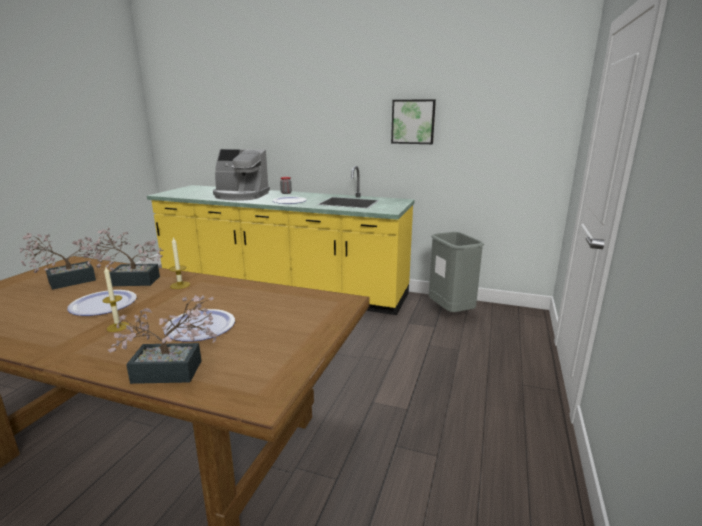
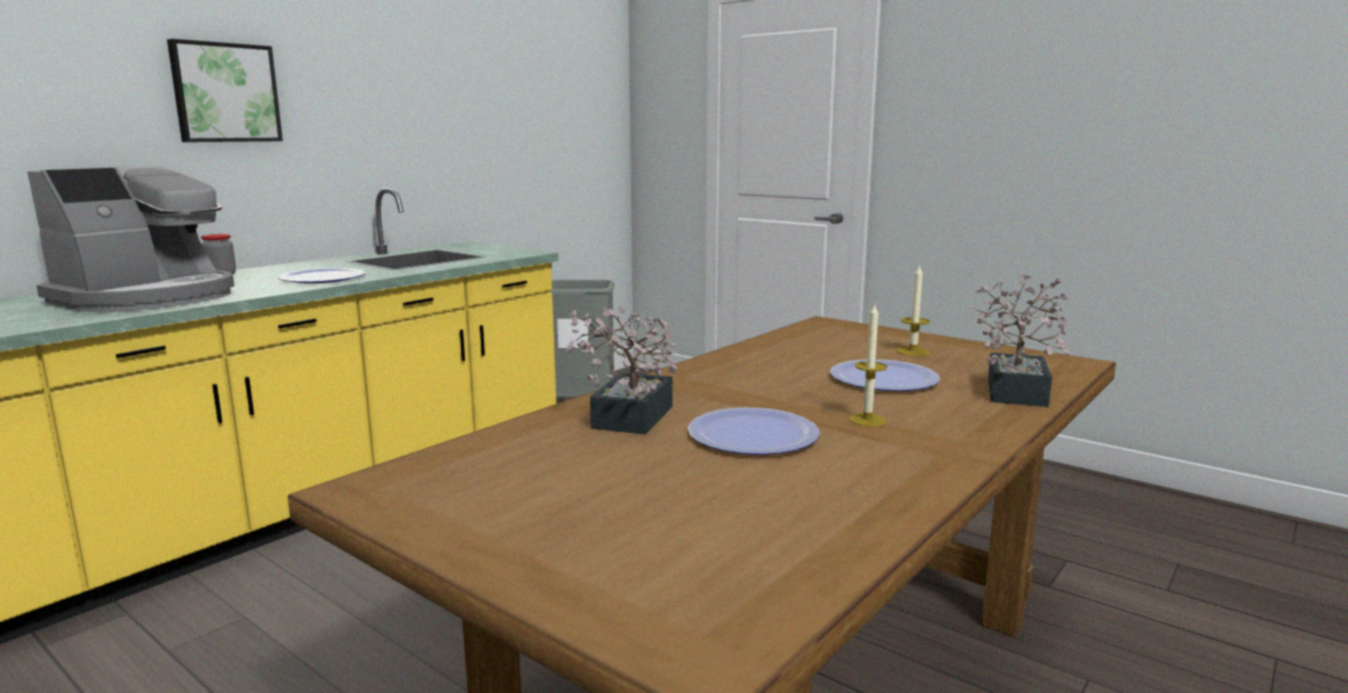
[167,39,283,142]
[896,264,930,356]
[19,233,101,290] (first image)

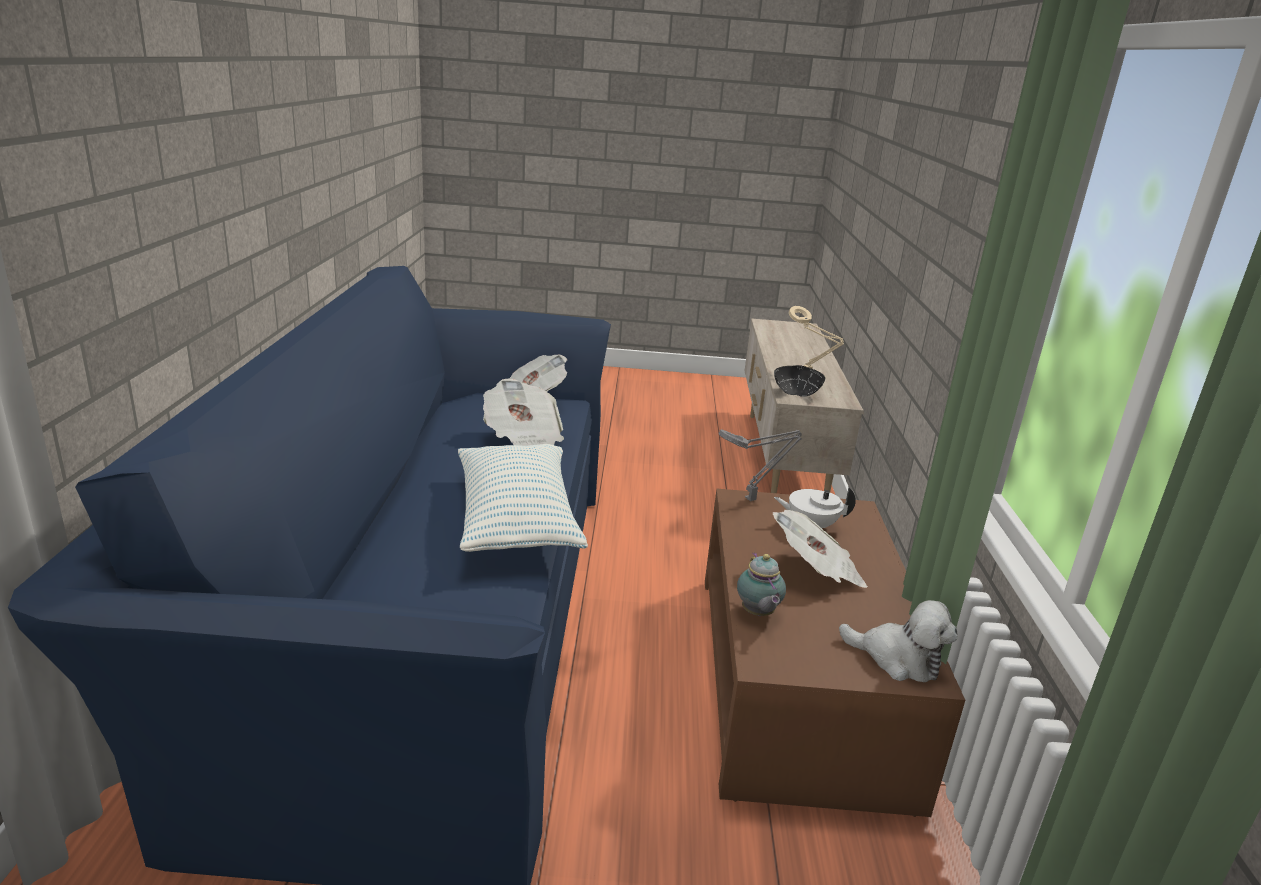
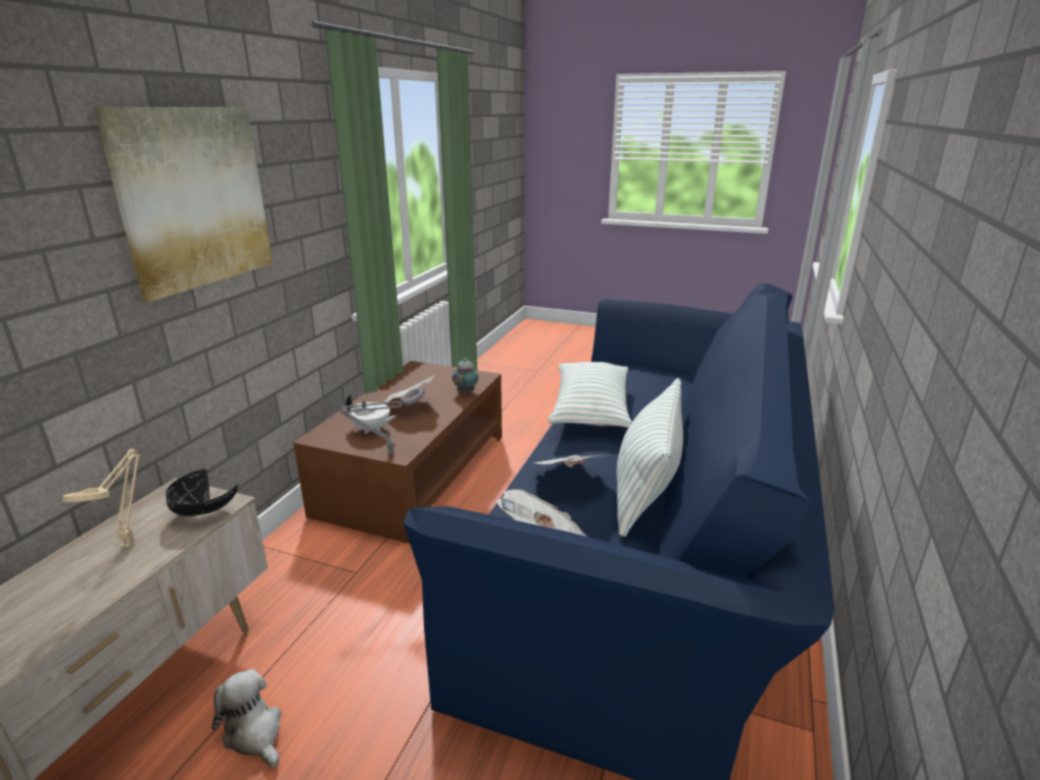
[94,107,273,302]
[212,669,281,767]
[617,378,683,537]

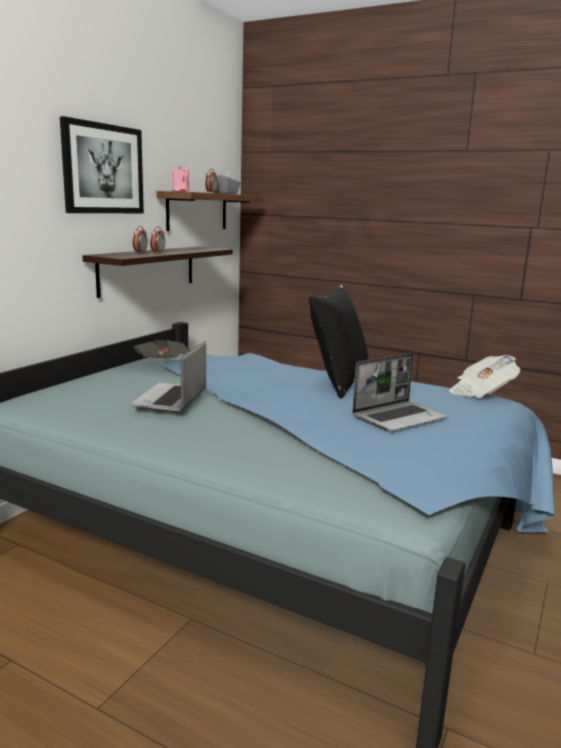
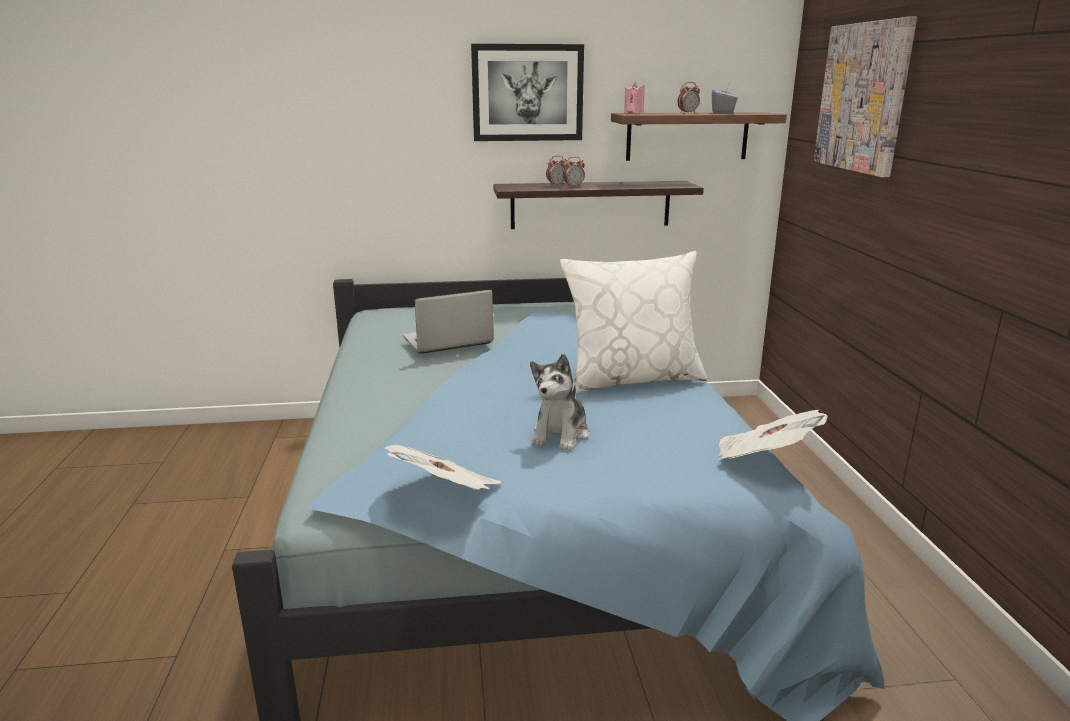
[384,445,501,490]
[530,354,589,451]
[560,251,707,394]
[813,17,917,177]

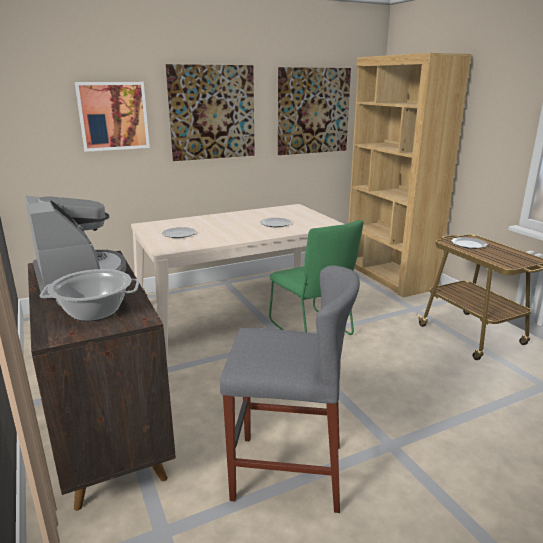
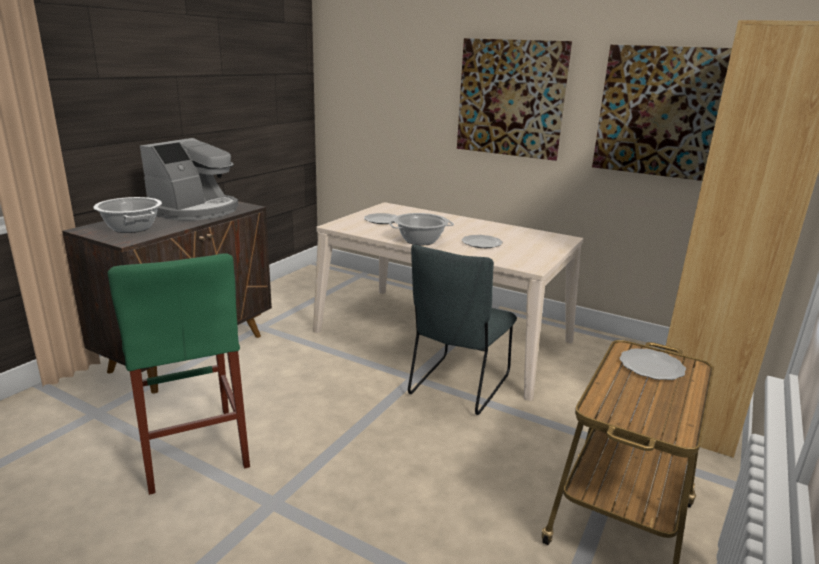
[108,253,250,495]
[388,213,454,245]
[408,245,517,415]
[75,82,150,152] (first image)

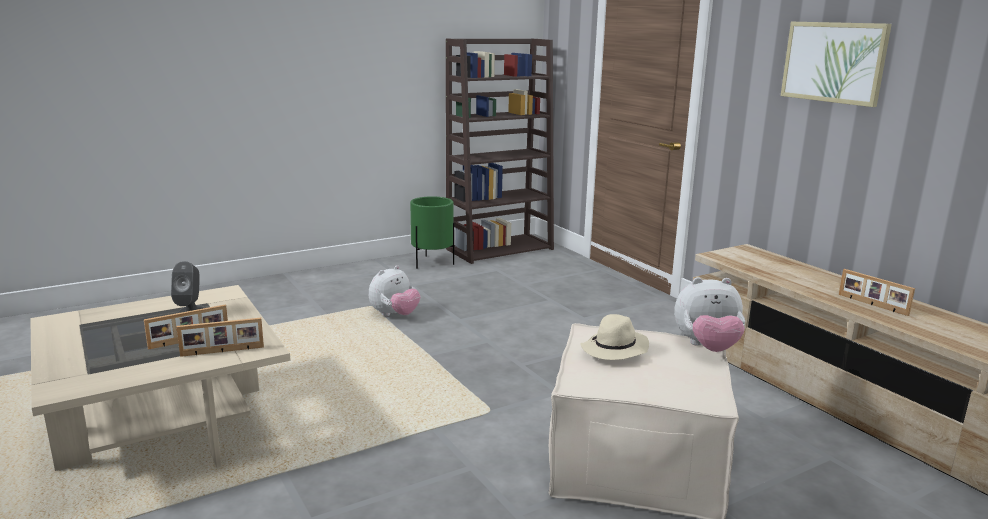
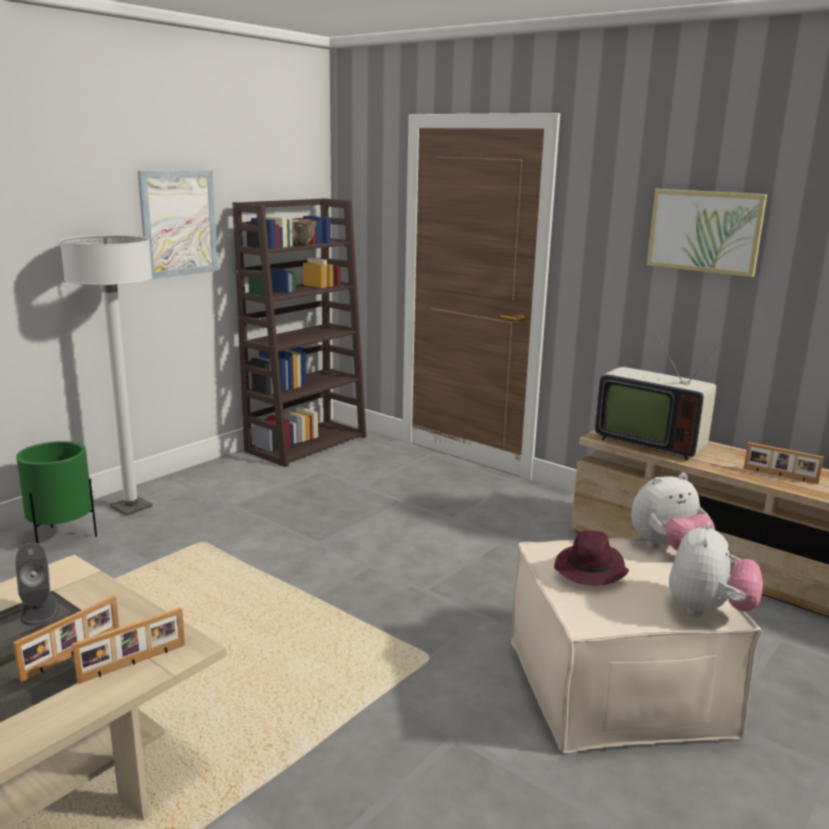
[16,441,97,544]
[60,235,153,516]
[138,170,218,279]
[292,219,316,245]
[554,530,629,586]
[595,331,724,461]
[669,521,763,617]

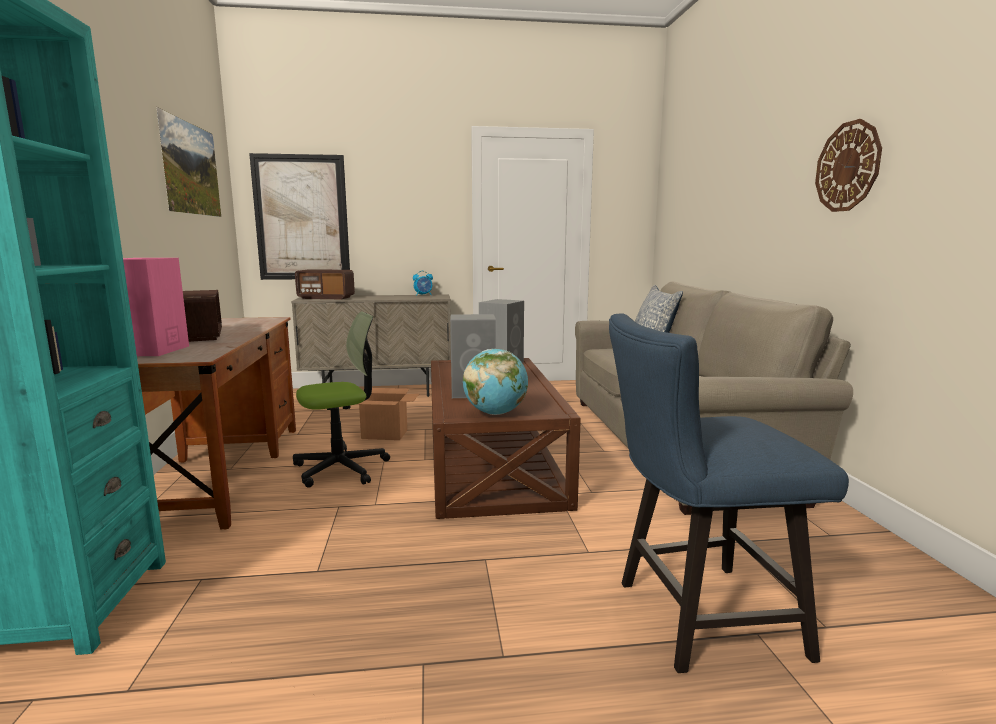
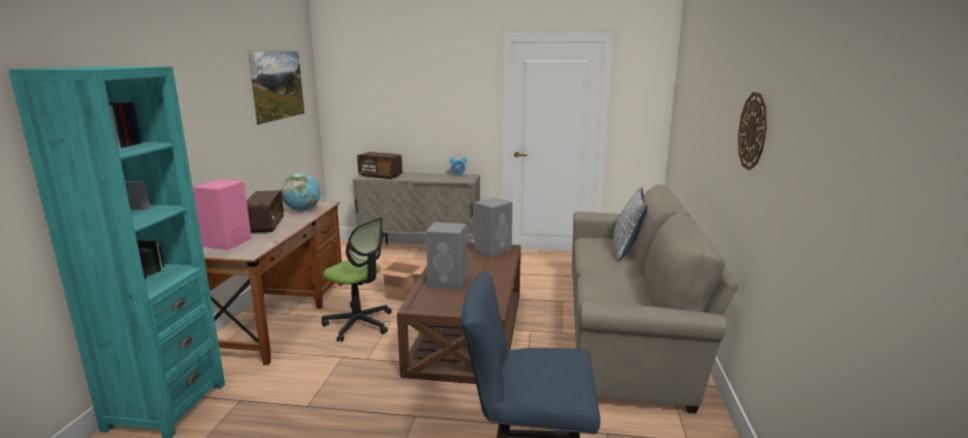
[281,173,321,211]
[322,217,392,342]
[249,153,350,280] (first image)

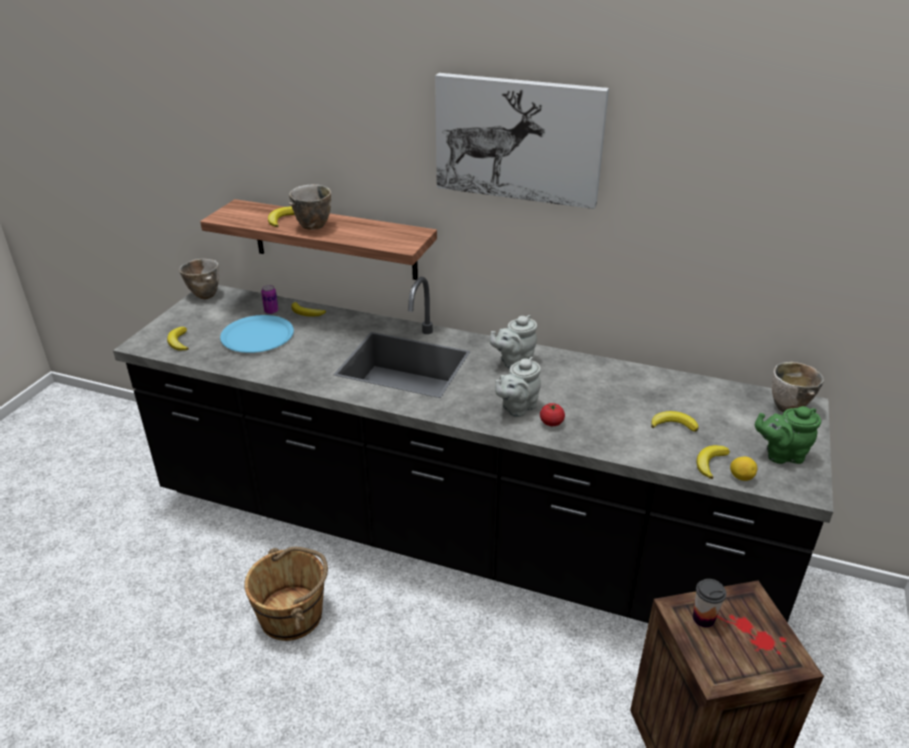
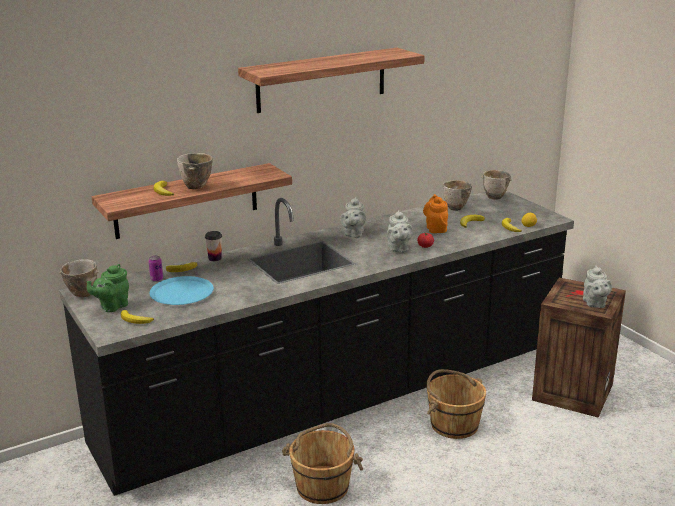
[87,264,129,312]
[205,231,222,261]
[238,48,425,113]
[423,194,448,233]
[426,369,486,439]
[443,180,472,211]
[583,265,612,308]

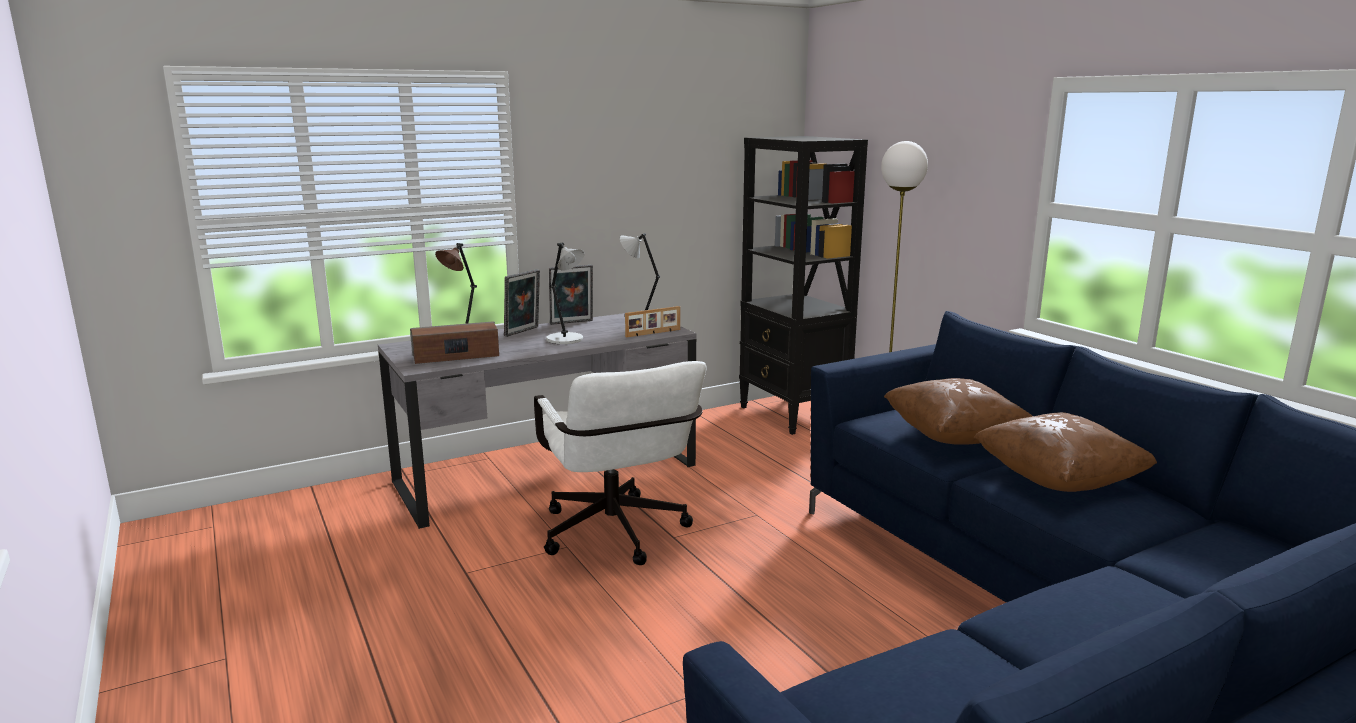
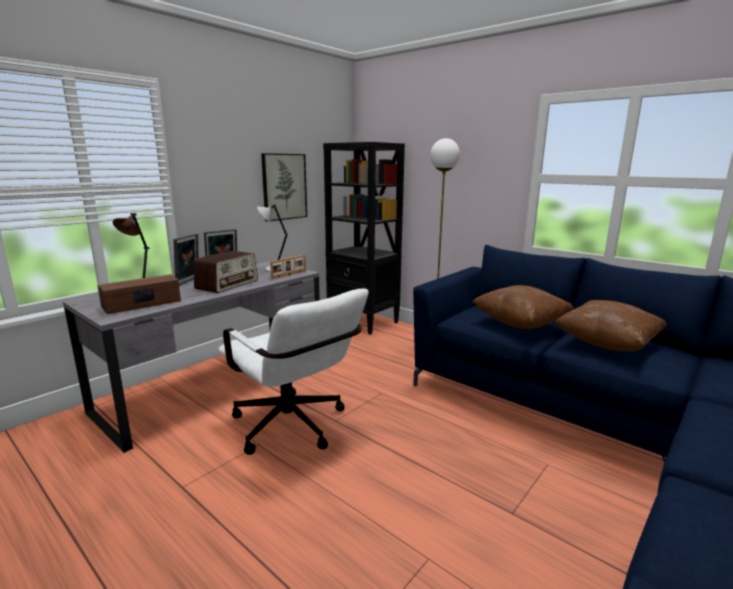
[194,251,258,293]
[261,153,307,221]

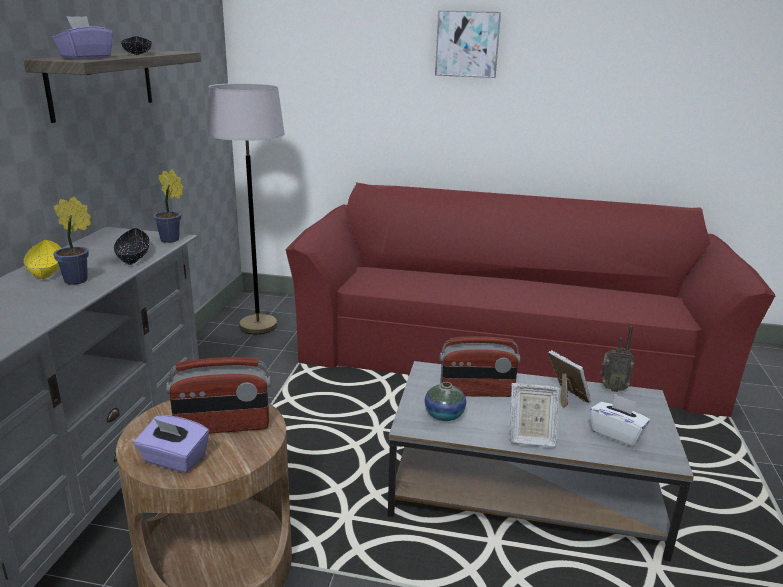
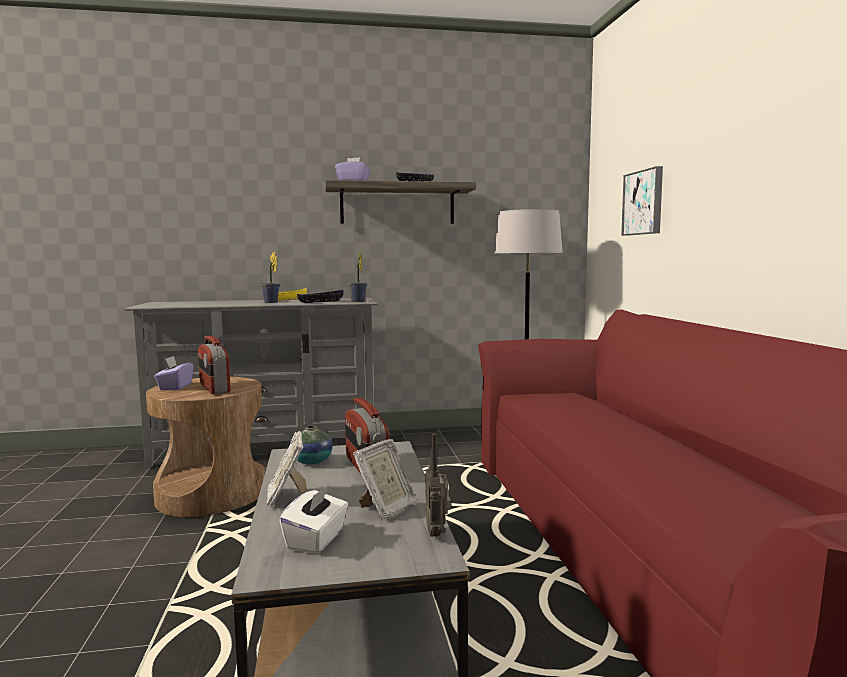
[621,166,663,236]

